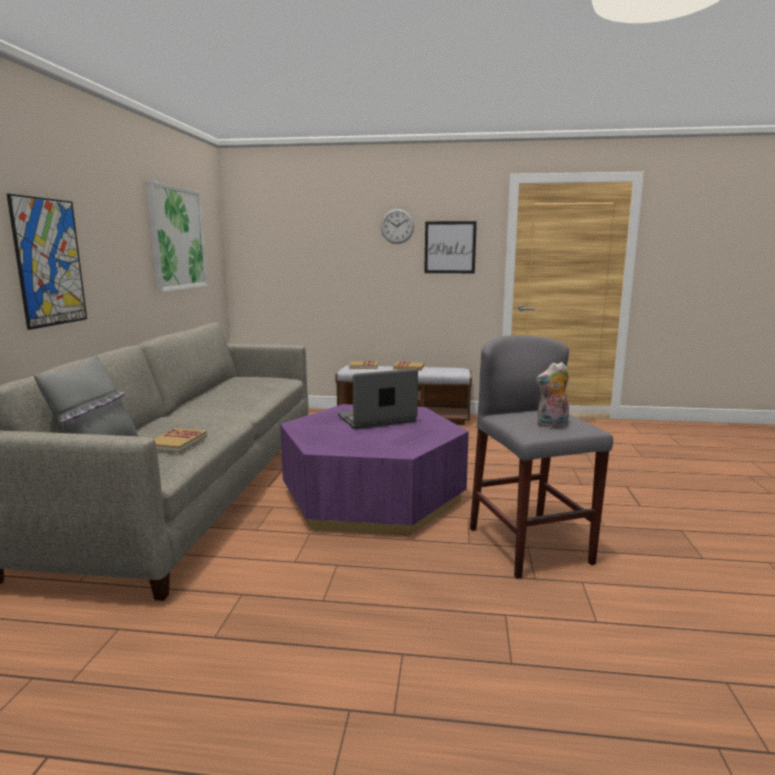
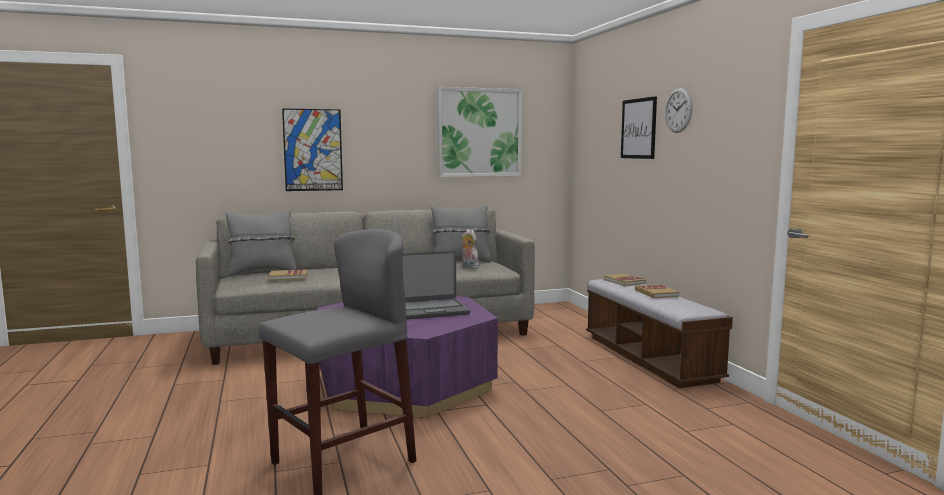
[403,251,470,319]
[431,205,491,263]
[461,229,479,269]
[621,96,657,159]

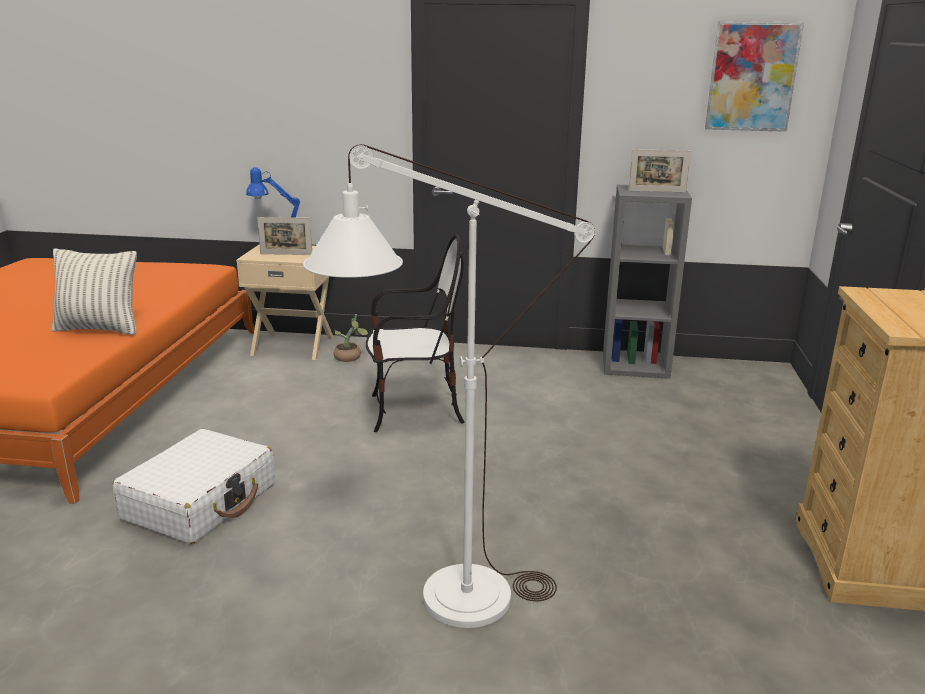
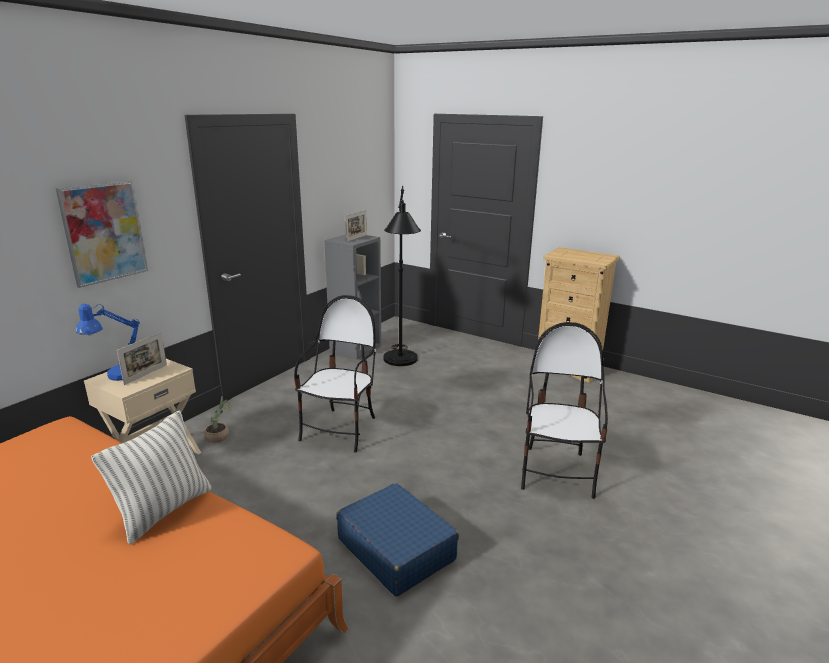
[56,180,148,288]
[337,483,459,597]
[383,186,421,366]
[521,322,608,499]

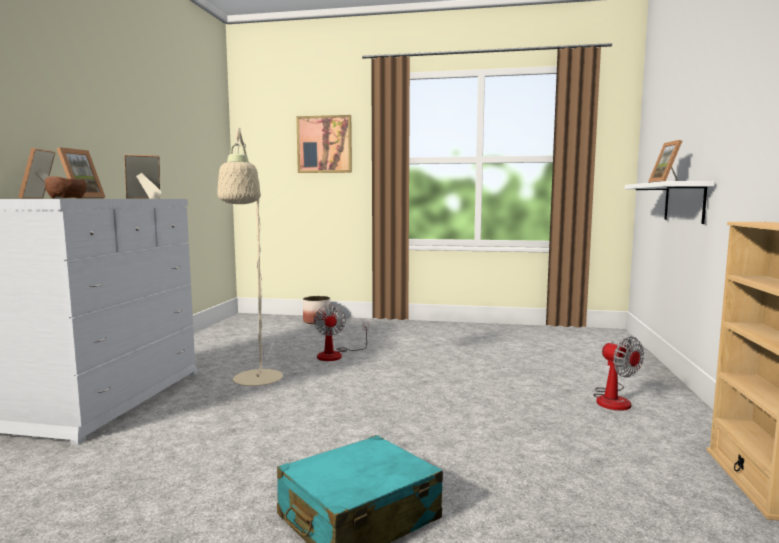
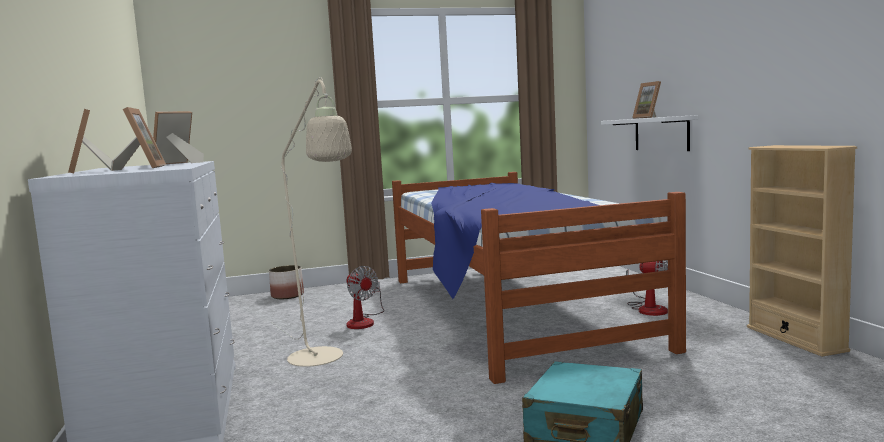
[392,172,686,384]
[45,176,87,198] (first image)
[296,115,352,173] (first image)

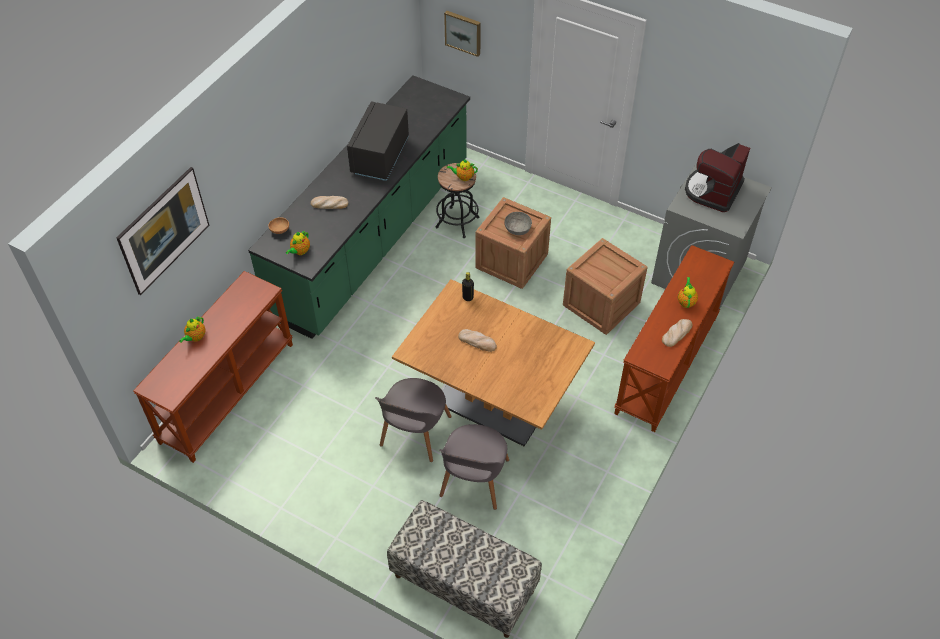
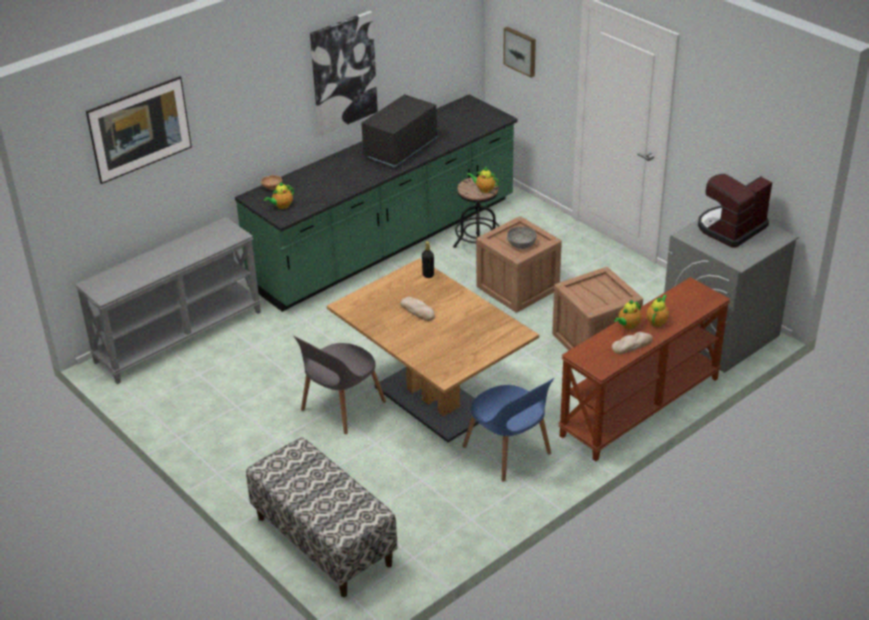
[75,217,261,384]
[310,11,378,136]
[462,378,554,482]
[614,300,641,329]
[311,196,348,209] (first image)
[439,424,509,510] (first image)

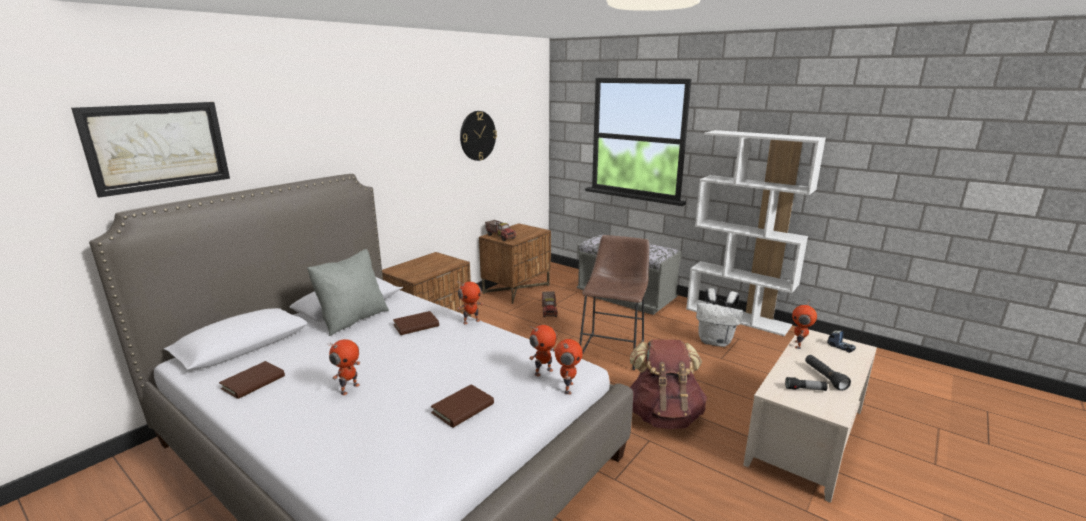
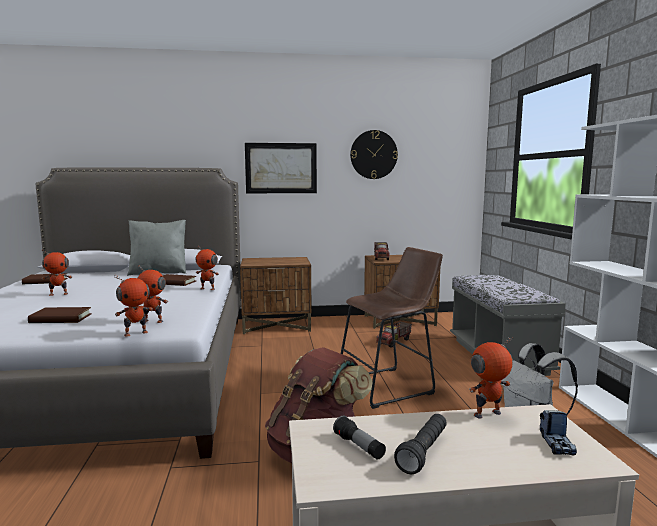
[245,143,317,193]

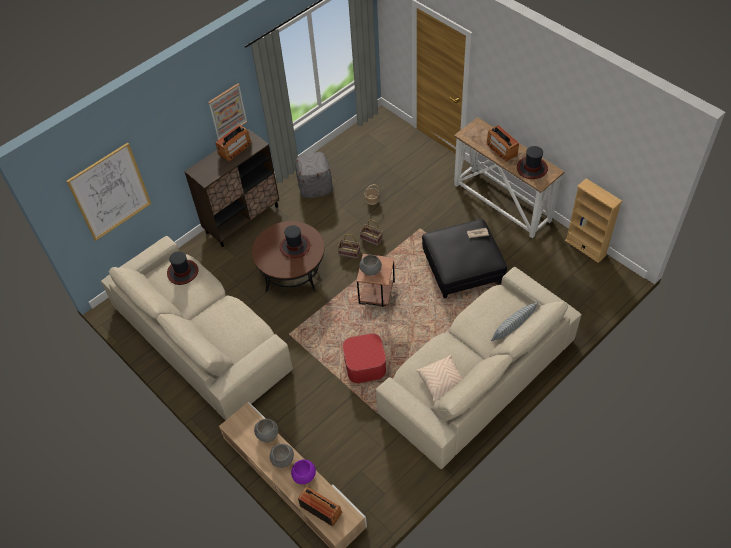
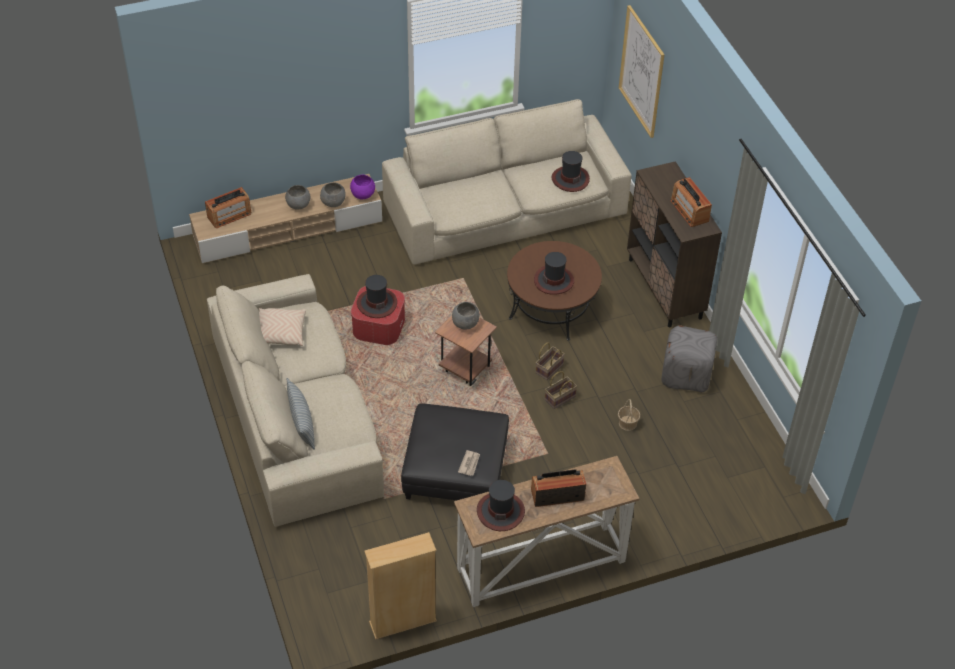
[350,175,375,199]
[357,275,397,318]
[208,83,247,140] (first image)

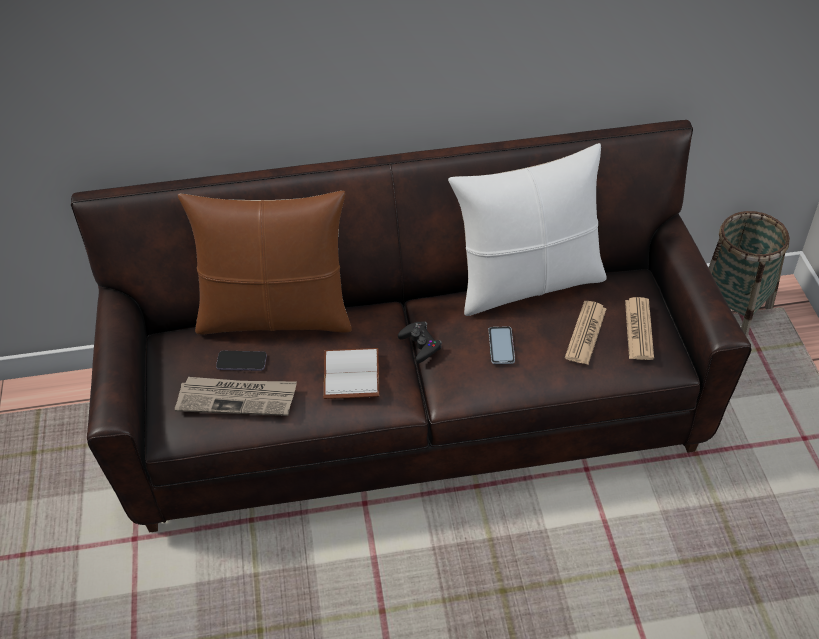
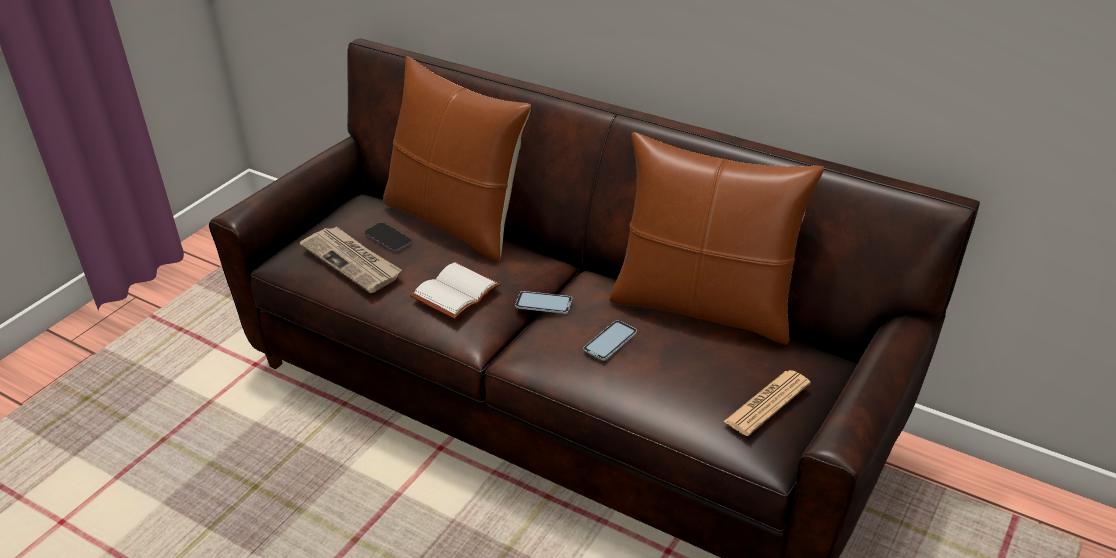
[515,291,572,314]
[609,132,824,344]
[565,301,607,365] (first image)
[709,211,790,337] (first image)

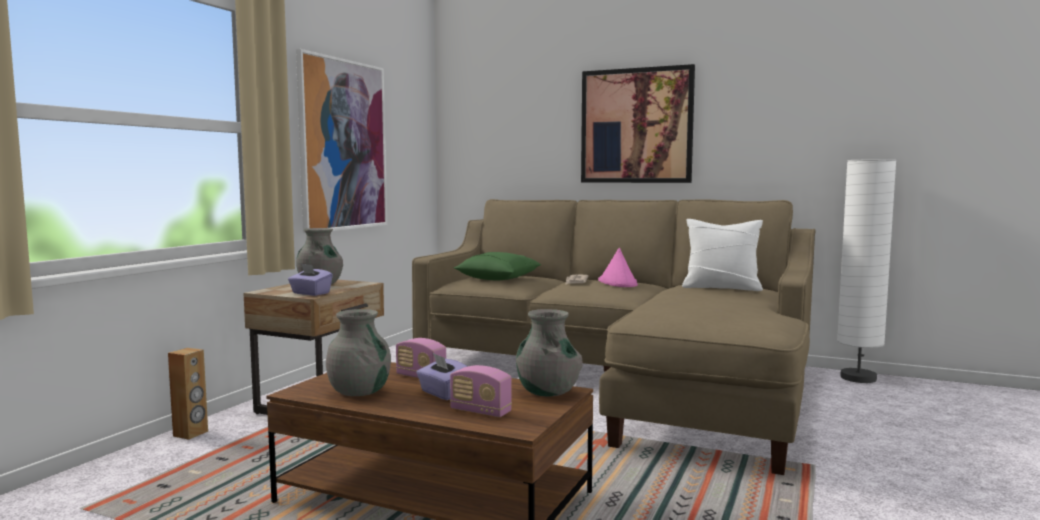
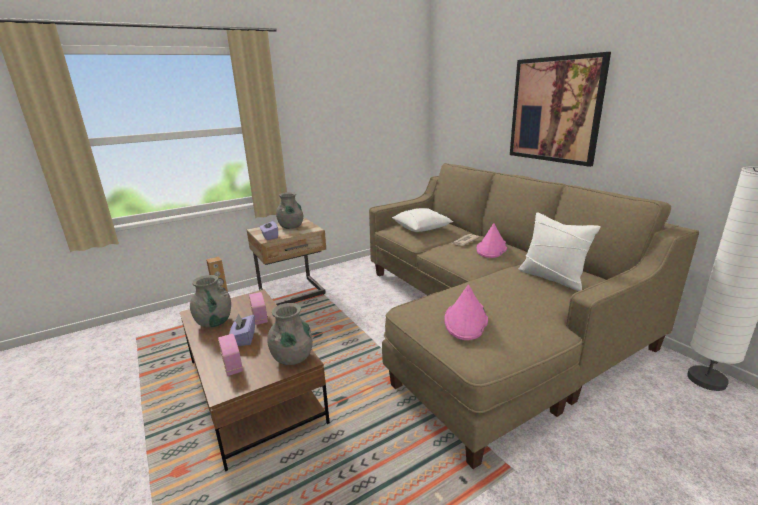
[392,208,453,232]
[445,285,488,340]
[296,49,387,234] (first image)

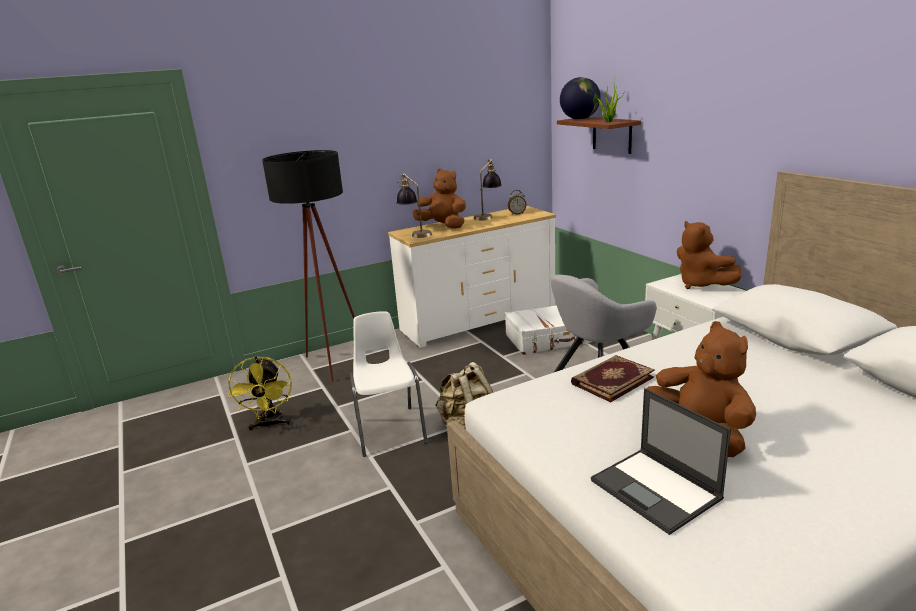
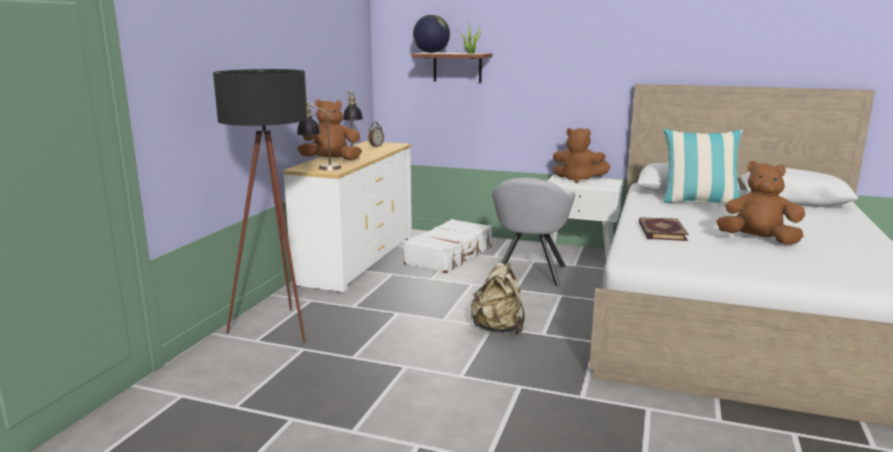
[663,129,743,204]
[228,356,292,430] (first image)
[350,312,428,457] (first image)
[591,388,731,535] (first image)

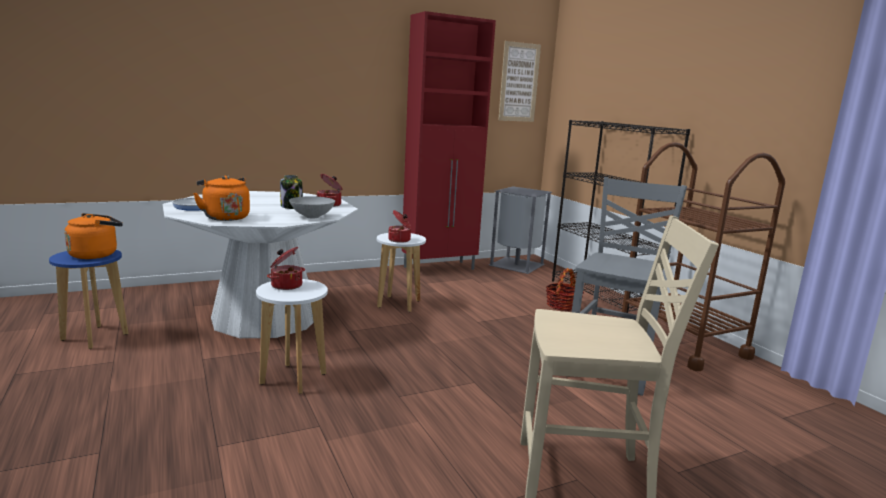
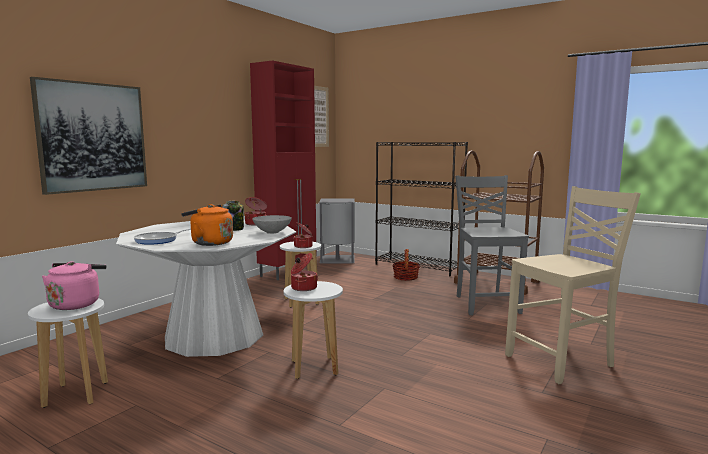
[28,298,108,408]
[30,77,147,195]
[42,261,106,310]

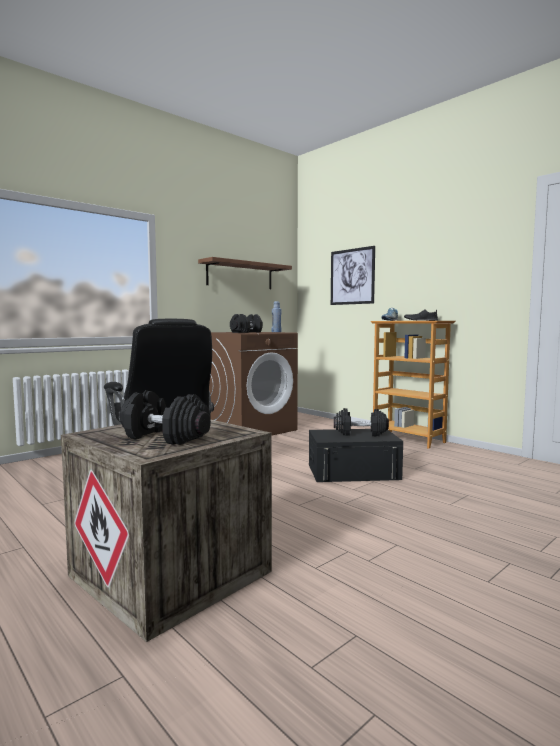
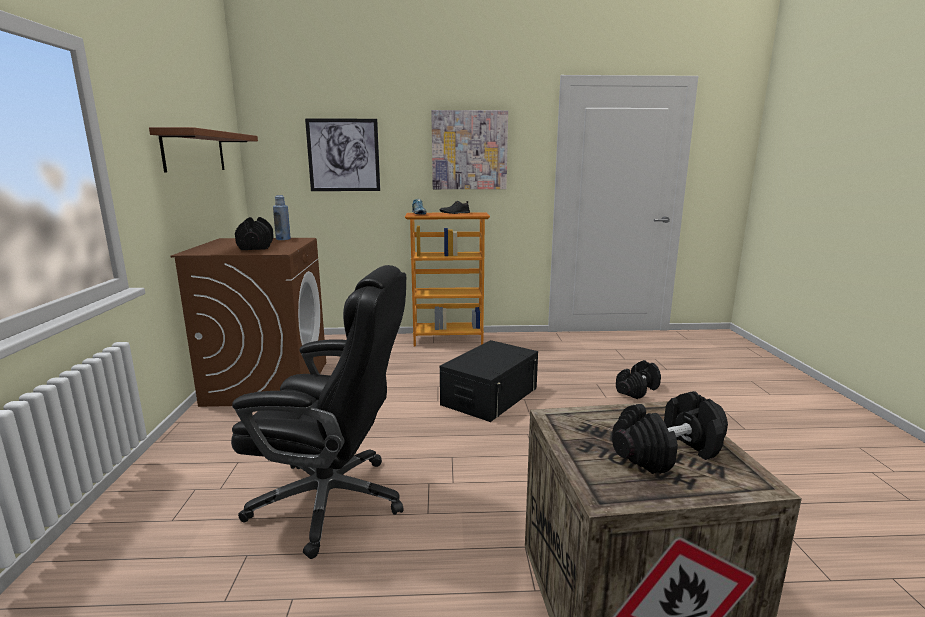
[431,110,508,189]
[616,360,661,399]

